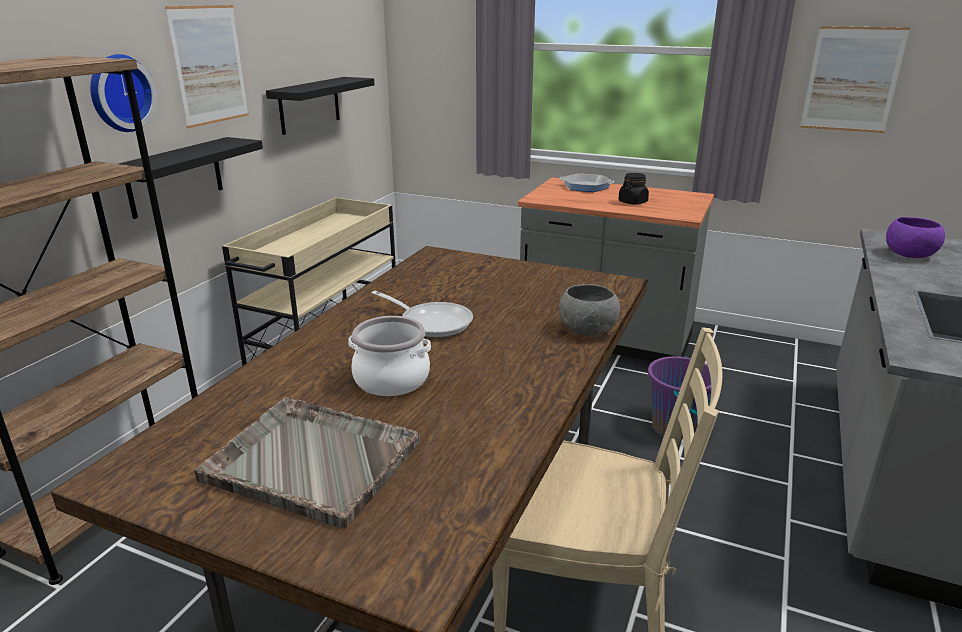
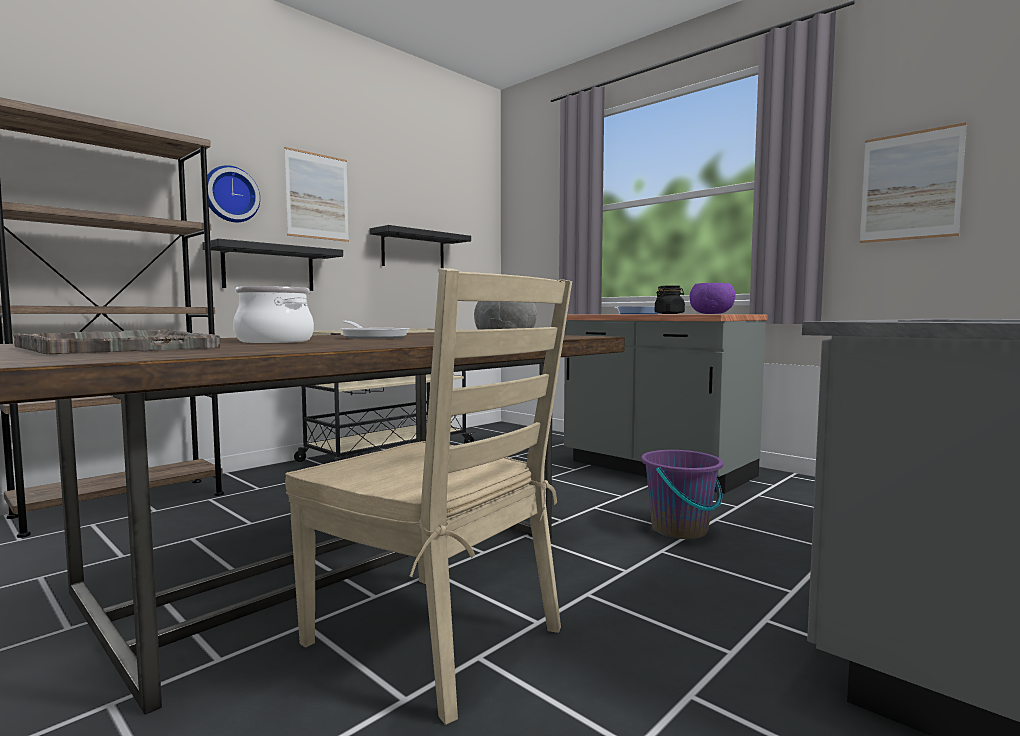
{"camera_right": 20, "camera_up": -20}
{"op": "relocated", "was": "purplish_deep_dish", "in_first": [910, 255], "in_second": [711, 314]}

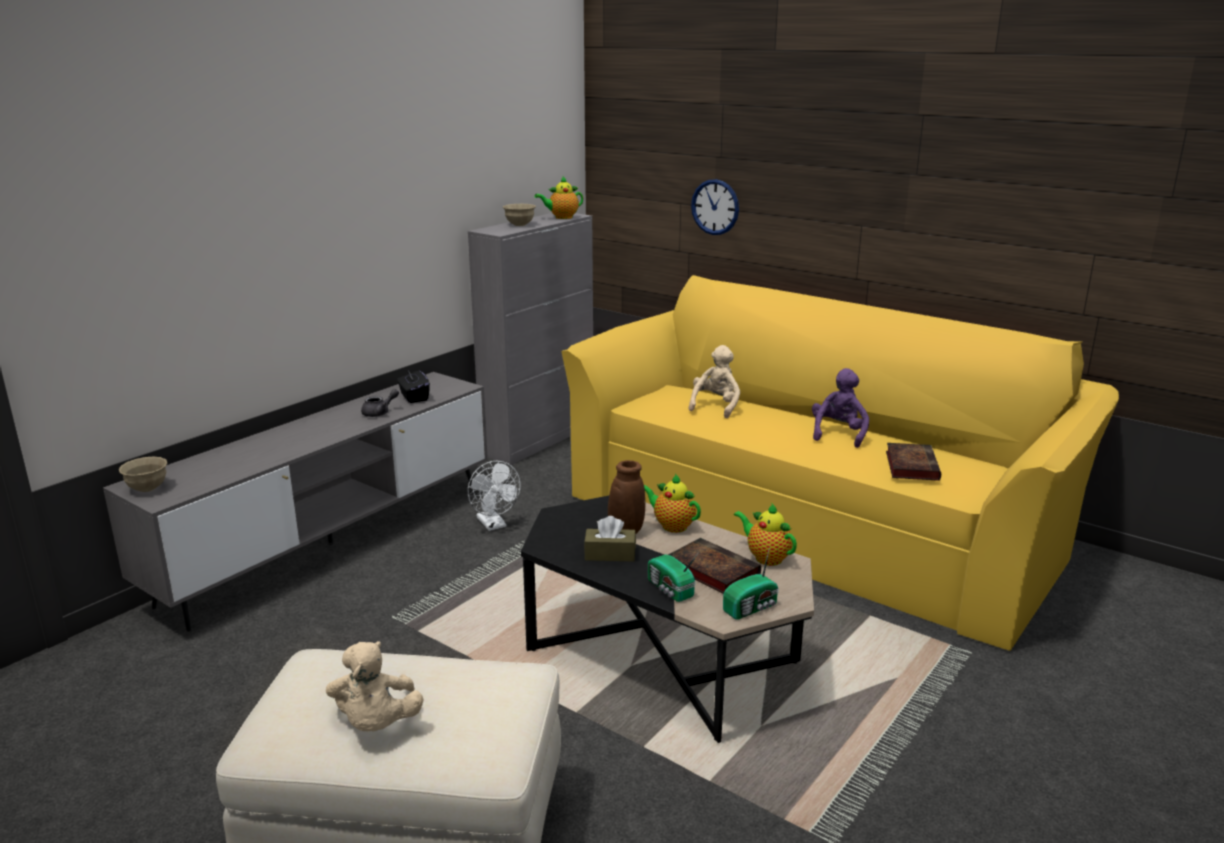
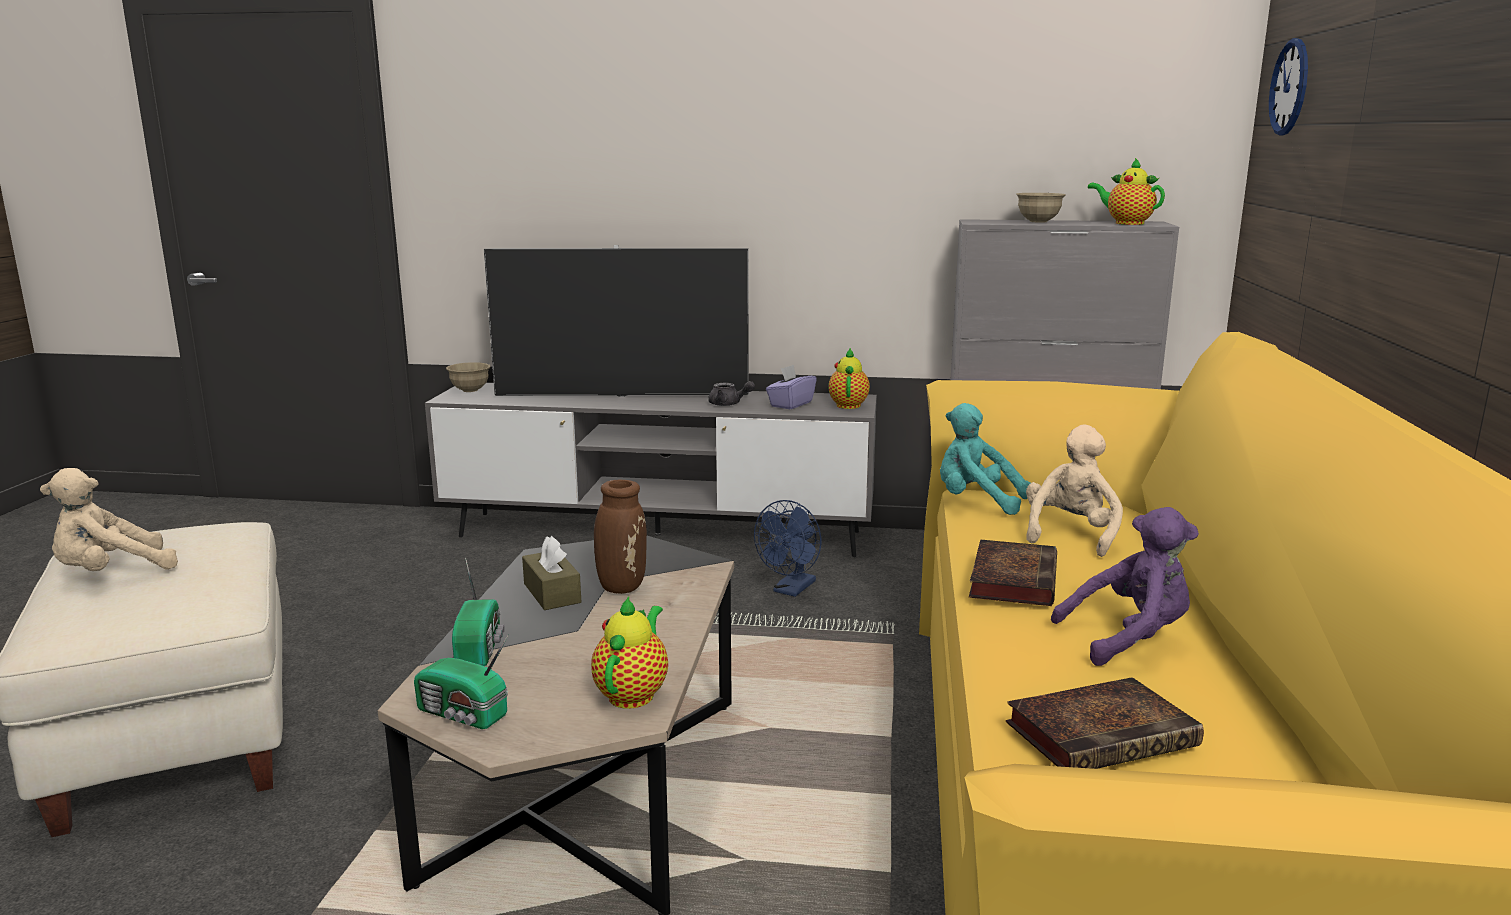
{"camera_right": 60, "camera_up": -5}
{"op": "appeared", "now": "TV", "in_second": [622, 396]}
{"op": "appeared", "now": "blue-green_cuddly_toy", "in_second": [976, 502]}
{"op": "relocated", "was": "tea_pot", "in_first": [671, 525], "in_second": [848, 405]}
{"op": "relocated", "was": "book", "in_first": [710, 570], "in_second": [1012, 579]}
{"op": "relocated", "was": "wall_clock", "in_first": [715, 207], "in_second": [1289, 87]}
{"op": "colour", "was": "blackish_box_of_tissues", "now": "purplish_box_of_tissues", "in_first": [414, 397], "in_second": [790, 404]}
{"op": "colour", "was": "white-coloured_electric_fan", "now": "bluish_electric_fan", "in_first": [494, 525], "in_second": [791, 590]}
{"op": "spun", "was": "radio_receiver", "in_first": [670, 590], "in_second": [481, 648], "clockwise": 150}
{"op": "spun", "was": "sand-coloured_cuddly_toy", "in_first": [715, 406], "in_second": [1070, 534], "clockwise": -60}

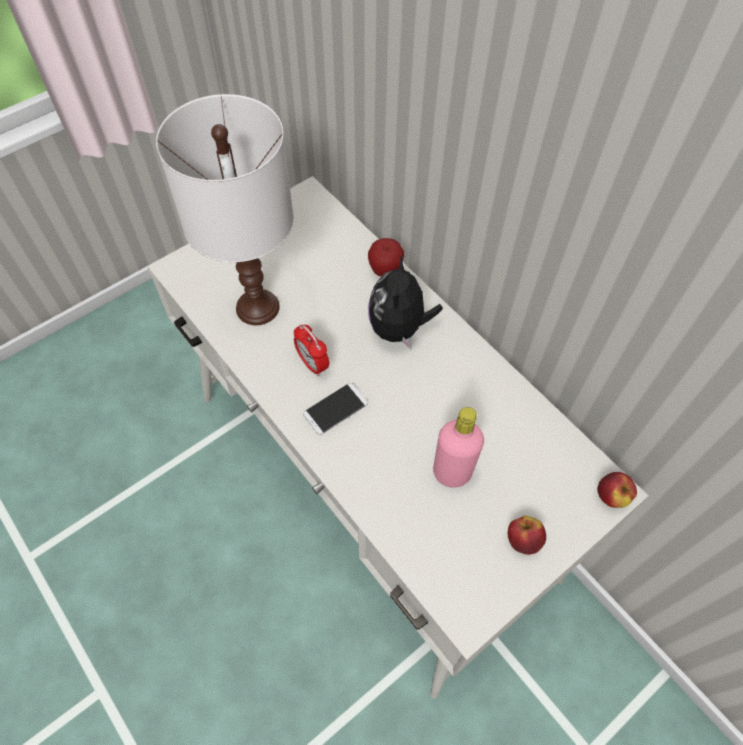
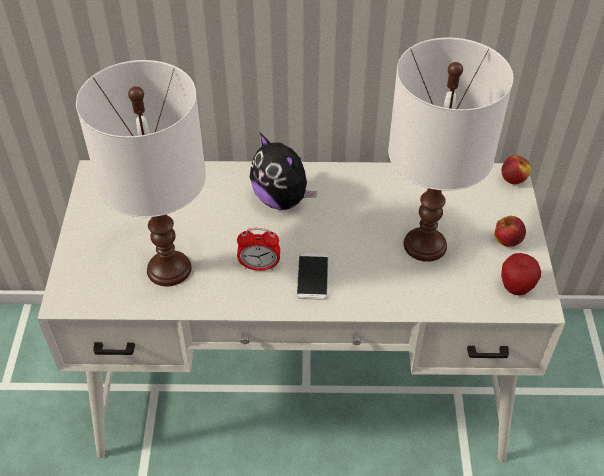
{"camera_right": -50, "camera_up": -10}
{"op": "relocated", "was": "whole_apple", "in_first": [385, 271], "in_second": [516, 288]}
{"op": "exchanged", "was": "pink_drink_bottle", "now": "white-coloured_lamp_for_a_table", "in_first": [452, 472], "in_second": [426, 244]}

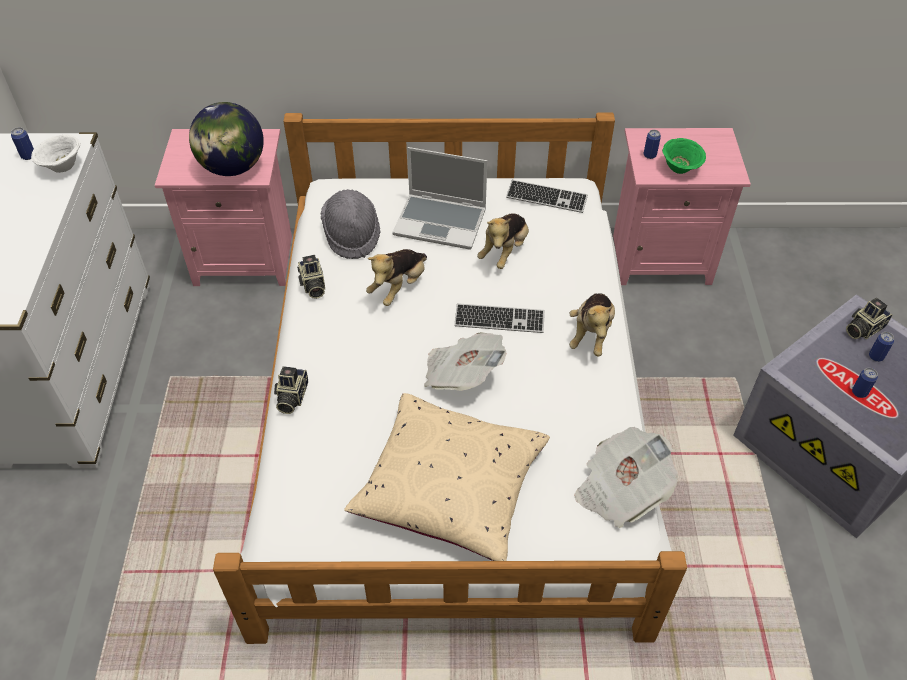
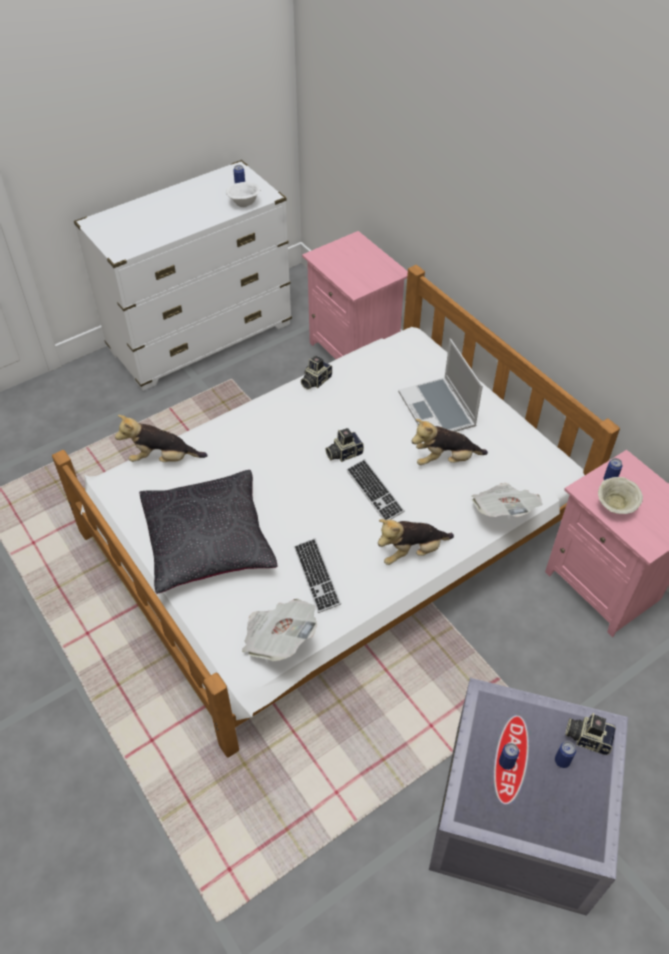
{"camera_right": 55, "camera_up": 0}
{"op": "missing", "was": "globe", "in_first": [233, 168]}
{"op": "missing", "was": "greyish_clothing_hat", "in_first": [352, 235]}
{"op": "relocated", "was": "still_camera", "in_first": [291, 397], "in_second": [343, 453]}
{"op": "relocated", "was": "cuddly_toy", "in_first": [399, 287], "in_second": [163, 459]}
{"op": "relocated", "was": "printed_paper", "in_first": [462, 374], "in_second": [503, 511]}
{"op": "relocated", "was": "computer_keyboard", "in_first": [546, 198], "in_second": [316, 576]}
{"op": "colour", "was": "sand-coloured_cushion", "now": "blackish_cushion", "in_first": [450, 487], "in_second": [208, 541]}
{"op": "colour", "was": "green-coloured_deep_dish", "now": "sand-coloured_deep_dish", "in_first": [680, 168], "in_second": [615, 507]}

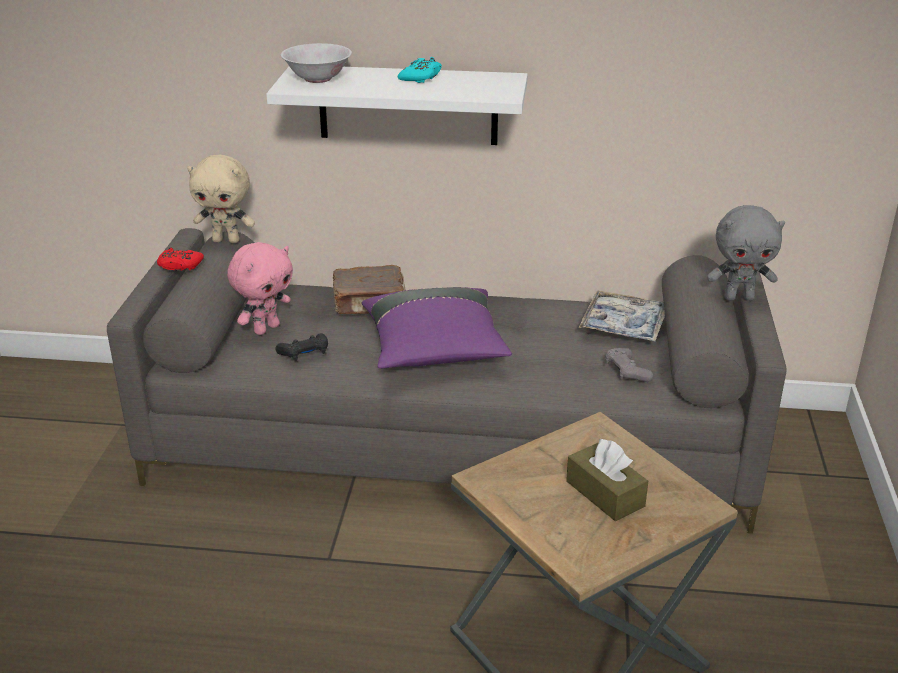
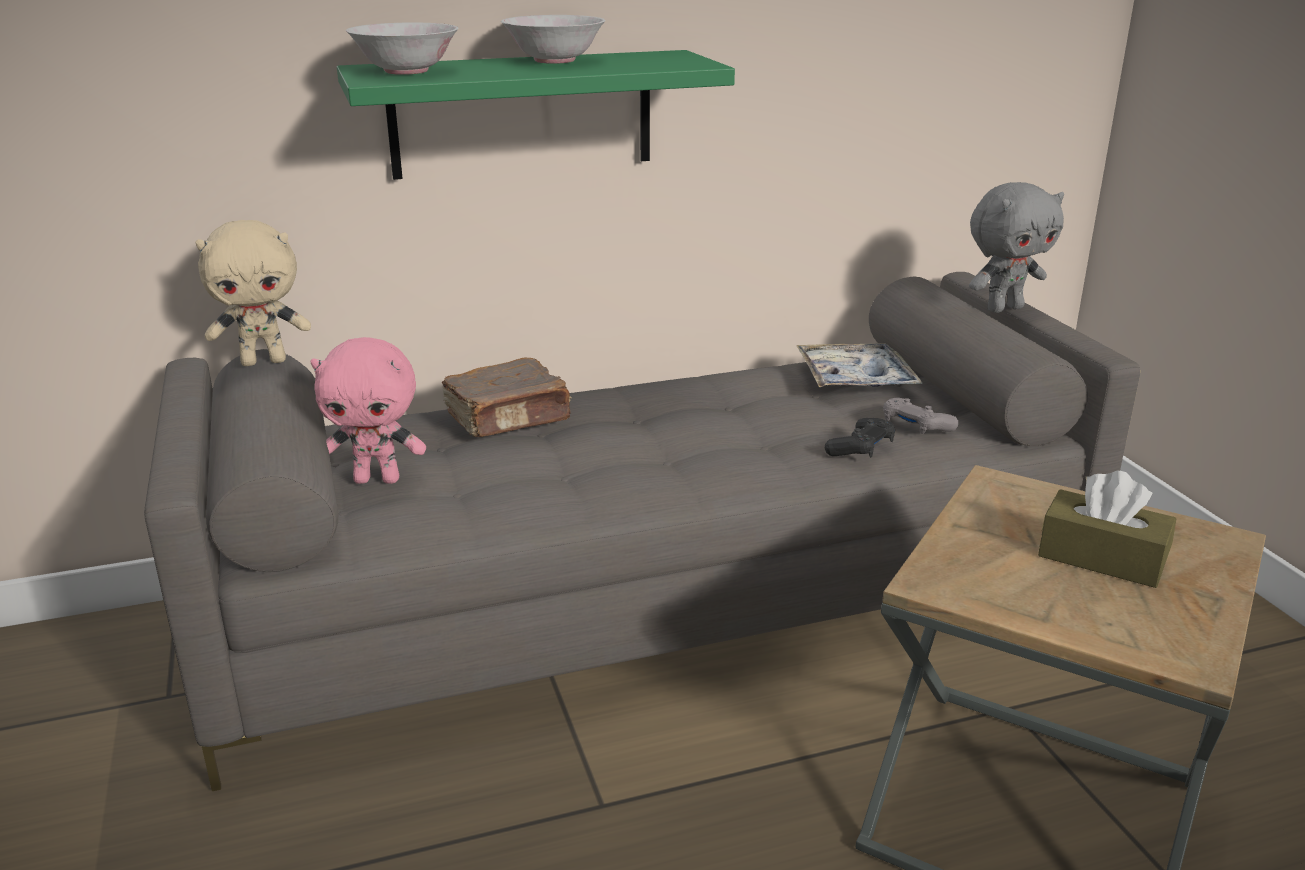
{"camera_right": -25, "camera_up": -5}
{"op": "missing", "was": "red-coloured_game_controller", "in_first": [179, 265]}
{"op": "missing", "was": "purplish_cushion", "in_first": [434, 351]}
{"op": "relocated", "was": "blackish_game_controller", "in_first": [305, 353], "in_second": [861, 448]}
{"op": "exchanged", "was": "blue-green_game_controller", "now": "white-coloured_deep_dish", "in_first": [420, 77], "in_second": [555, 60]}
{"op": "colour", "was": "white-coloured_bracket_shelf", "now": "green-coloured_bracket_shelf", "in_first": [408, 105], "in_second": [522, 114]}
{"op": "spun", "was": "pink_cuddly_toy", "in_first": [266, 328], "in_second": [378, 479], "clockwise": 75}

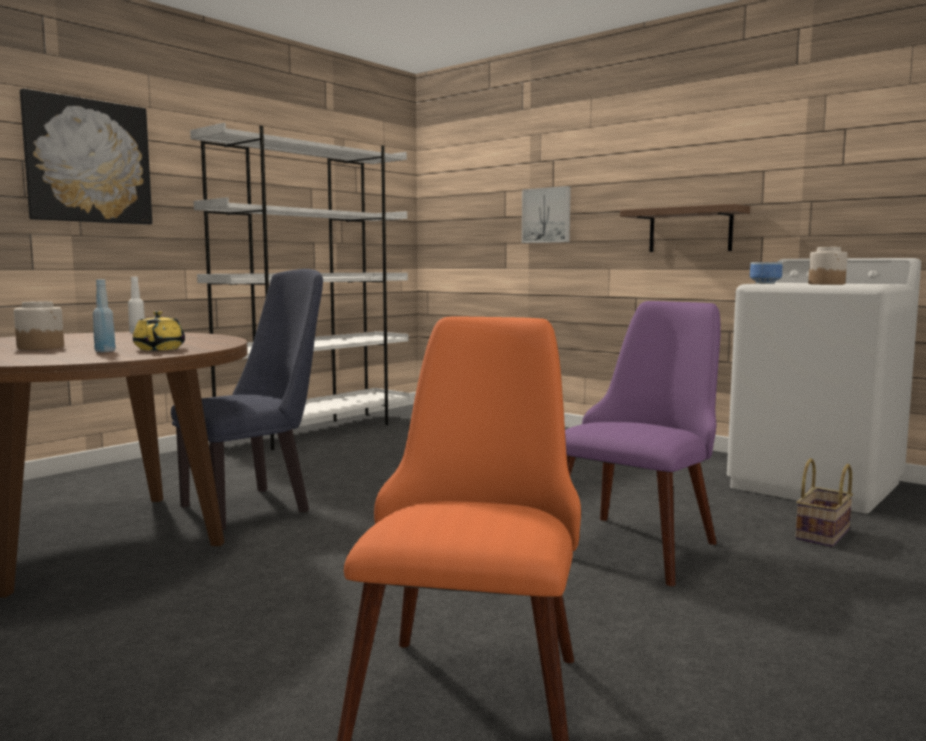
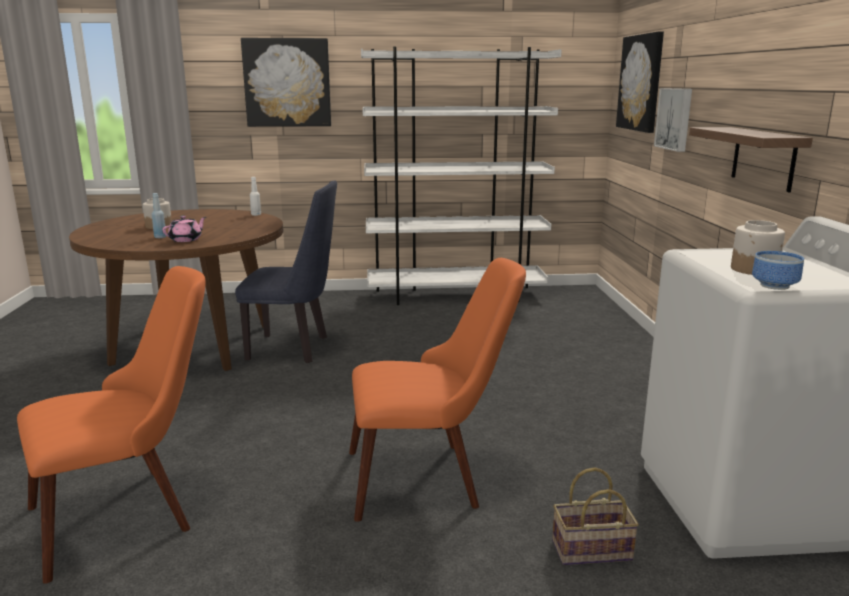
{"camera_right": 45, "camera_up": 10}
{"op": "appeared", "now": "wall_art", "in_second": [641, 83]}
{"op": "relocated", "was": "deep_dish", "in_first": [764, 283], "in_second": [775, 285]}
{"op": "colour", "was": "yellowish_tea_pot", "now": "pink_tea_pot", "in_first": [160, 349], "in_second": [186, 240]}
{"op": "colour", "was": "purplish_chair", "now": "orange_chair", "in_first": [640, 541], "in_second": [430, 476]}

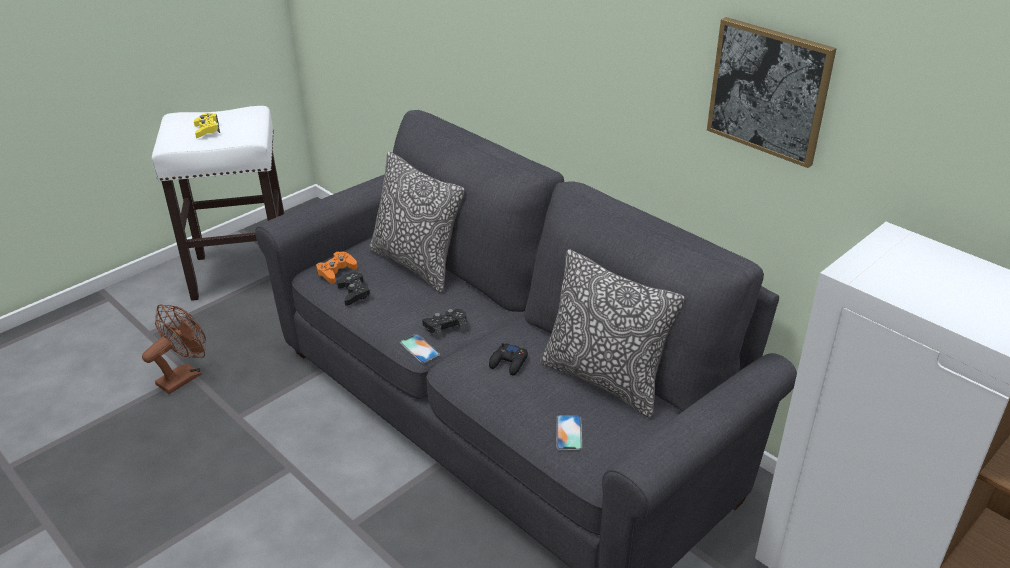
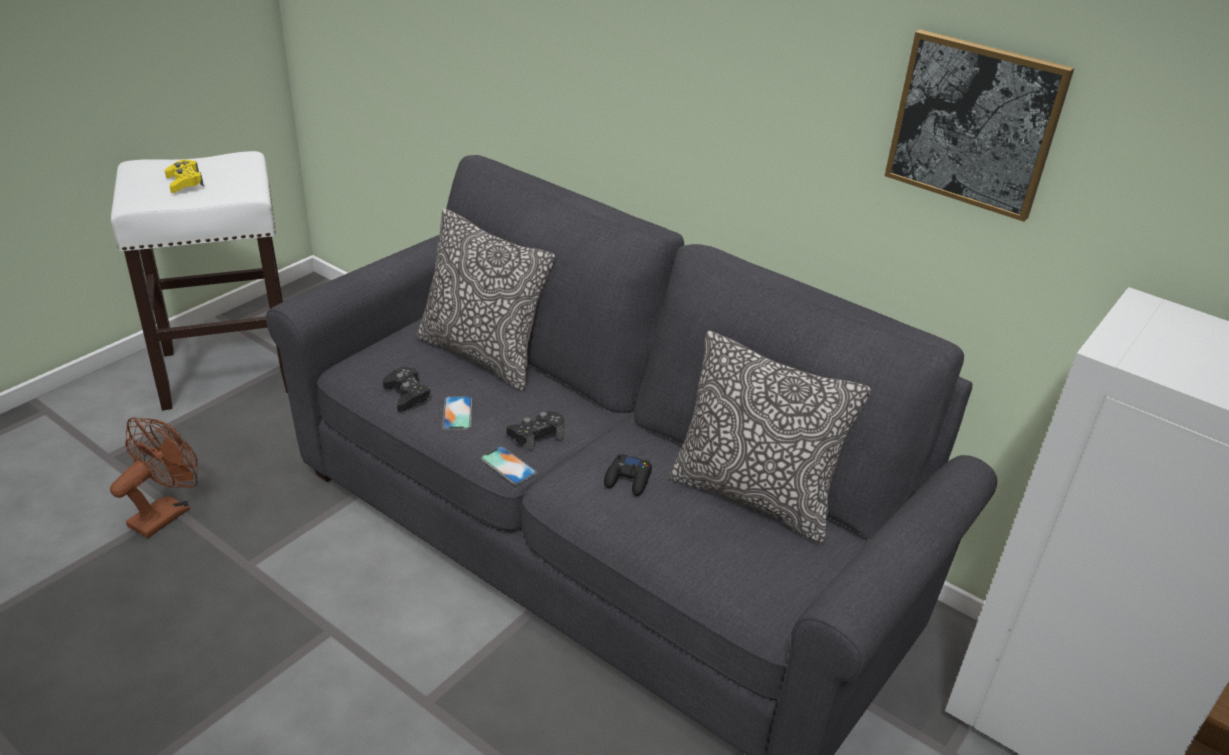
{"camera_right": -10, "camera_up": 0}
{"op": "missing", "was": "orange_game_controller", "in_first": [336, 271]}
{"op": "relocated", "was": "telephone", "in_first": [569, 432], "in_second": [457, 413]}

